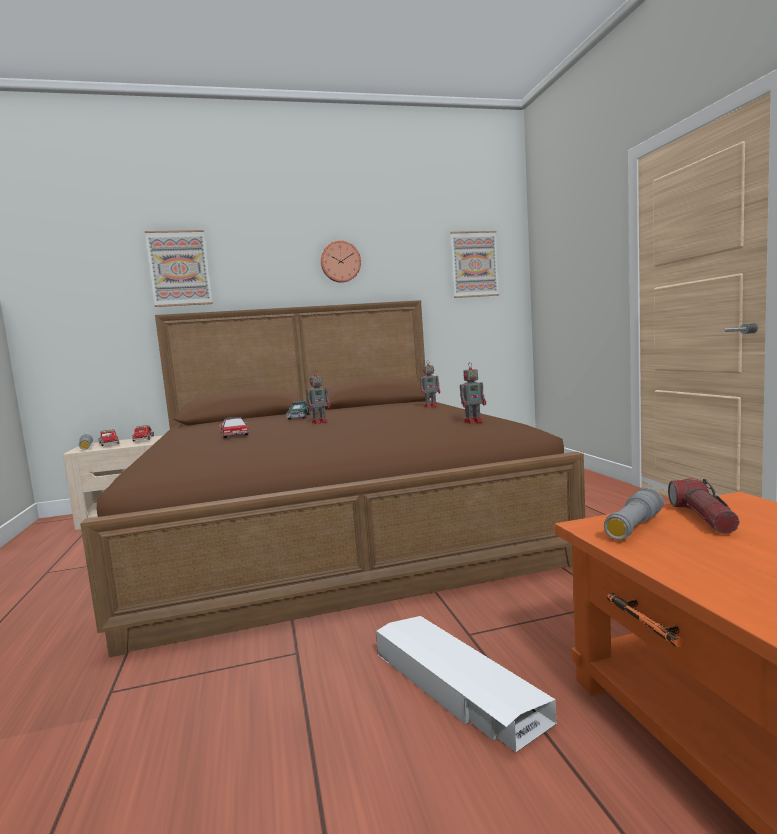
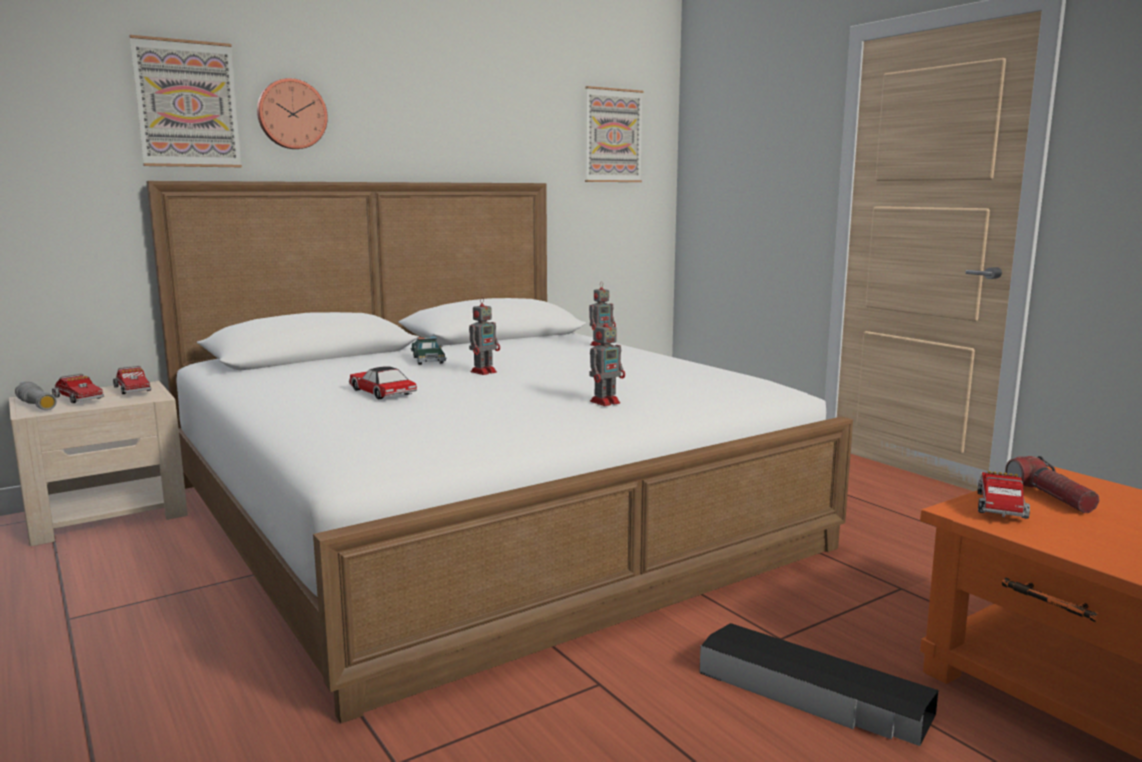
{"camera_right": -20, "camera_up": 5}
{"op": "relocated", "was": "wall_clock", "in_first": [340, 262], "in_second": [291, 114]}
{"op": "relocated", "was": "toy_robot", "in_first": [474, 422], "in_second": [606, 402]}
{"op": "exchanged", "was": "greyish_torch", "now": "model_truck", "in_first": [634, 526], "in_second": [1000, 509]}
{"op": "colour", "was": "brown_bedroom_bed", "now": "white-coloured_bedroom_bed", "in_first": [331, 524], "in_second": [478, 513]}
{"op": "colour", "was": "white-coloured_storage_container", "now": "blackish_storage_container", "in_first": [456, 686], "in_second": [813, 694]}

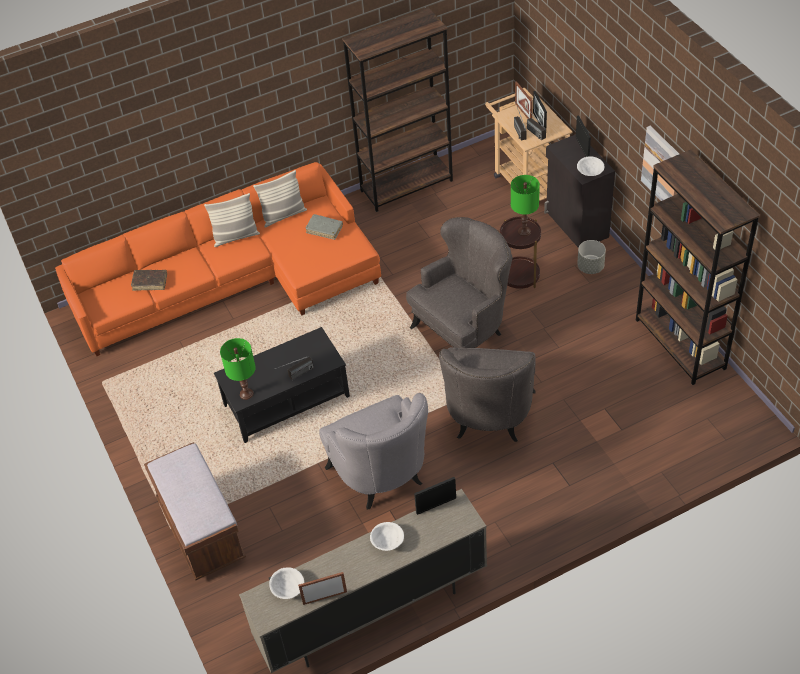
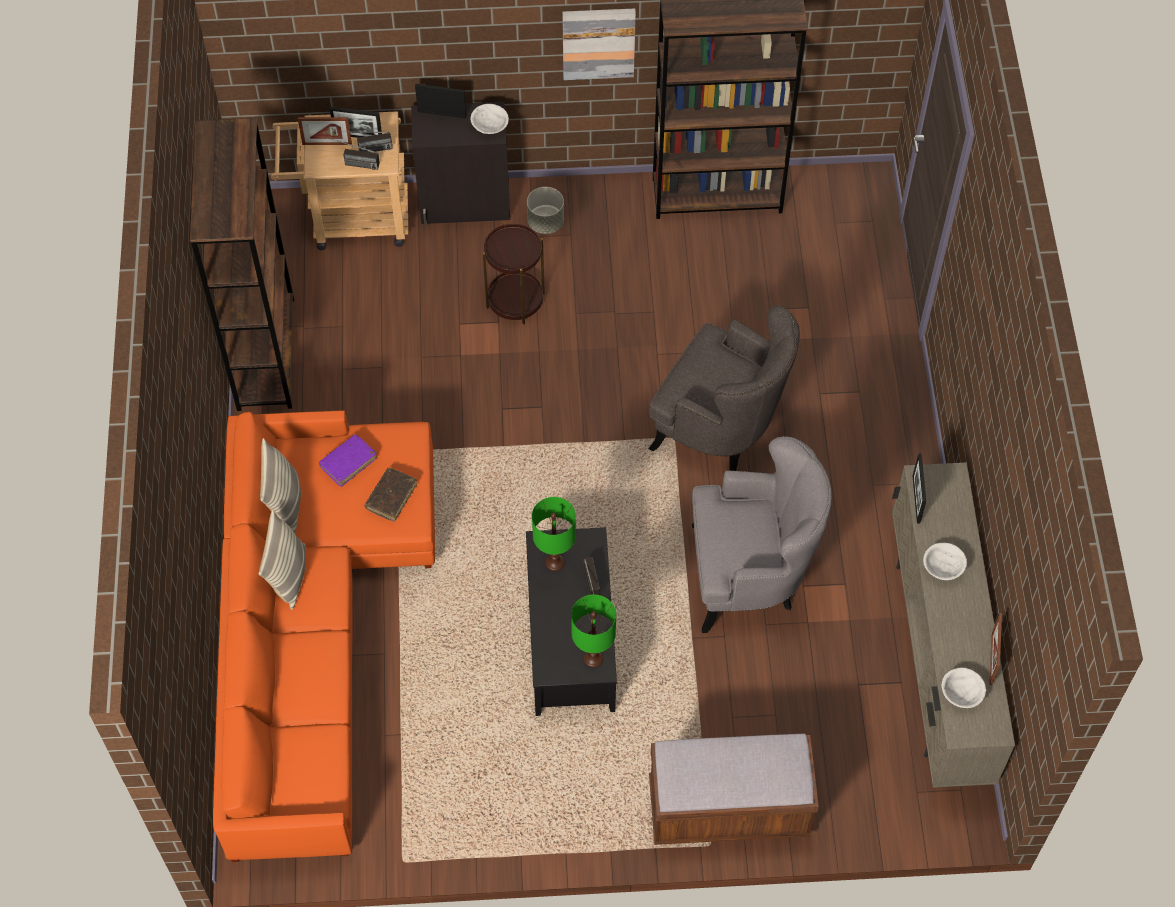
{"camera_right": -70, "camera_up": 10}
{"op": "missing", "was": "greyish_lounge_chair", "in_first": [463, 332]}
{"op": "relocated", "was": "brown_book", "in_first": [150, 282], "in_second": [391, 497]}
{"op": "relocated", "was": "green-coloured_lamp_for_a_table", "in_first": [524, 231], "in_second": [554, 562]}
{"op": "colour", "was": "greyish_book", "now": "purplish_book", "in_first": [324, 229], "in_second": [348, 463]}

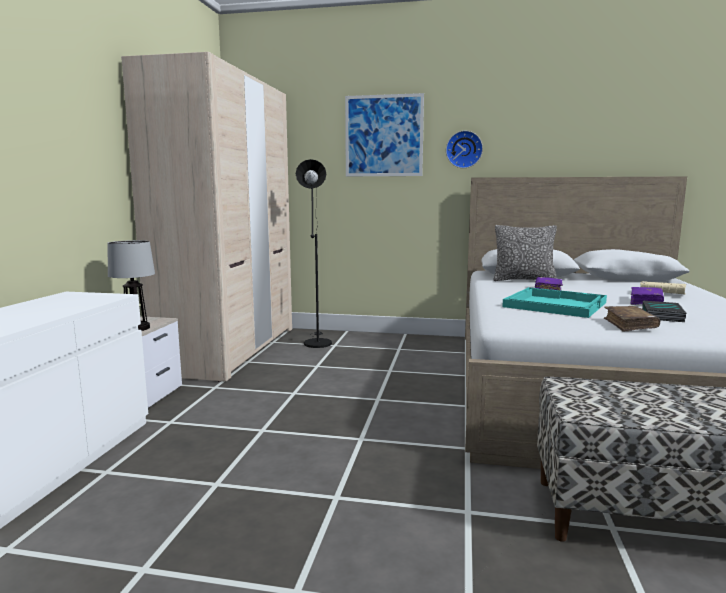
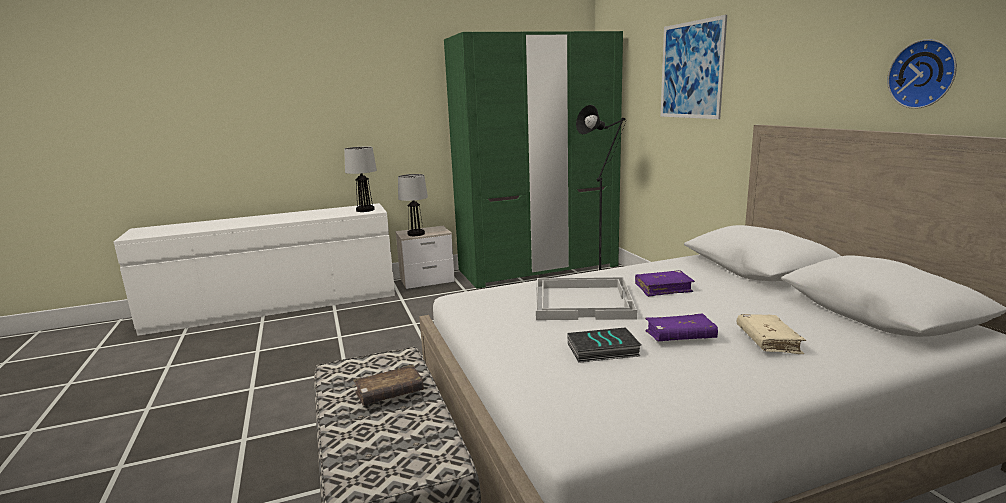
{"camera_right": 60, "camera_up": 5}
{"op": "missing", "was": "cushion", "in_first": [523, 280]}
{"op": "appeared", "now": "lamp_for_a_table", "in_second": [365, 210]}
{"op": "relocated", "was": "wall_clock", "in_first": [464, 149], "in_second": [924, 74]}
{"op": "relocated", "was": "brown_book", "in_first": [629, 325], "in_second": [389, 394]}
{"op": "colour", "was": "sand-coloured_clothes_cupboard", "now": "green-coloured_clothes_cupboard", "in_first": [230, 349], "in_second": [538, 268]}
{"op": "colour", "was": "blue-green_tray", "now": "white-coloured_tray", "in_first": [554, 304], "in_second": [583, 301]}

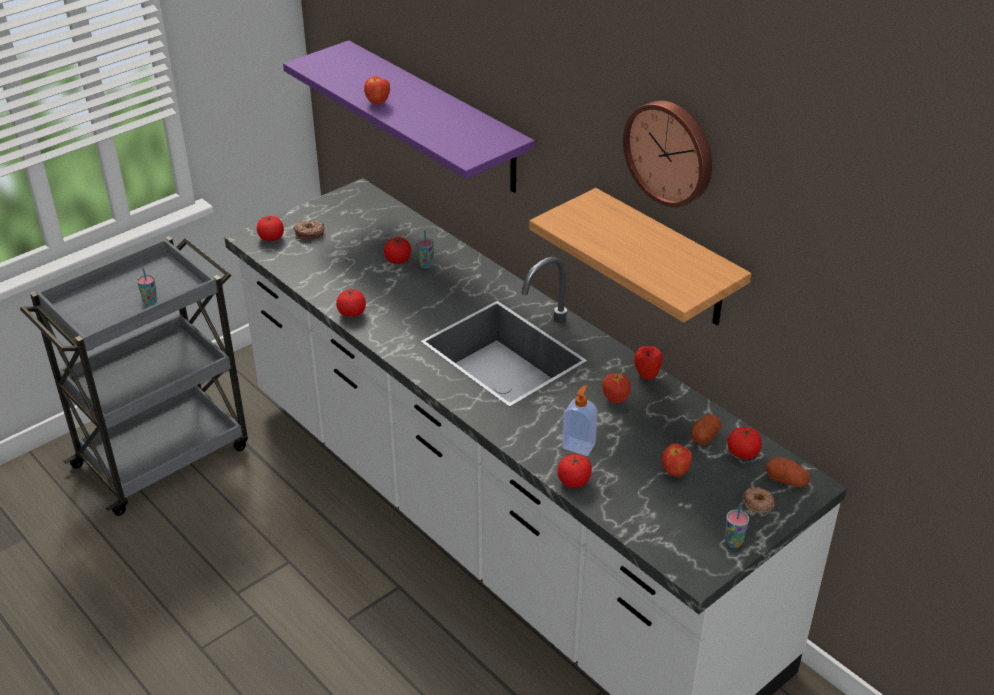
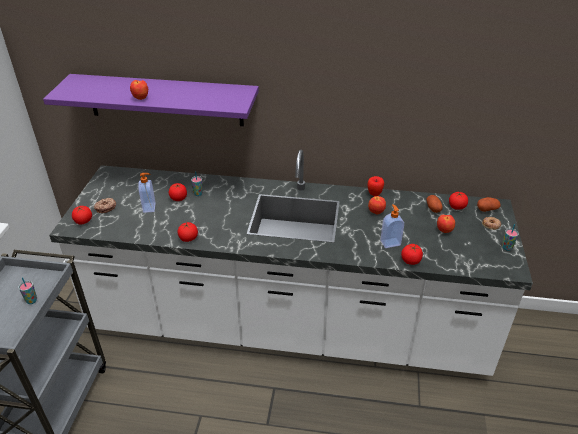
{"camera_right": -40, "camera_up": 0}
{"op": "missing", "was": "bracket_shelf", "in_first": [666, 260]}
{"op": "missing", "was": "wall_clock", "in_first": [671, 152]}
{"op": "appeared", "now": "soap_bottle", "in_second": [150, 207]}

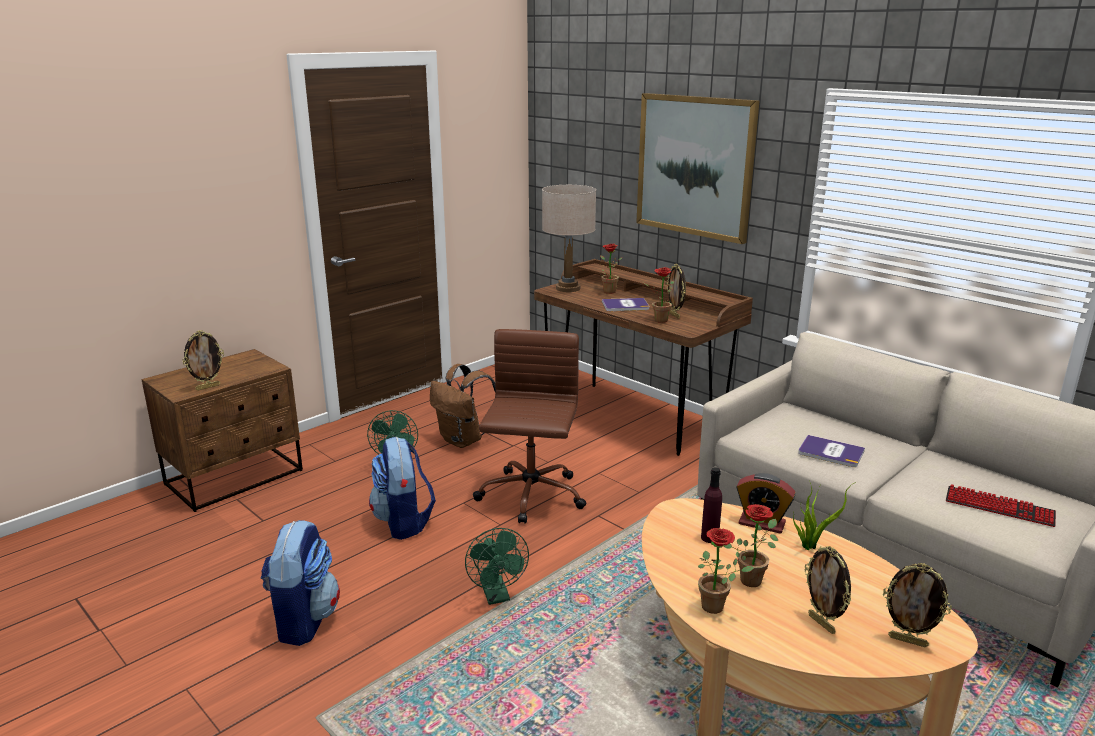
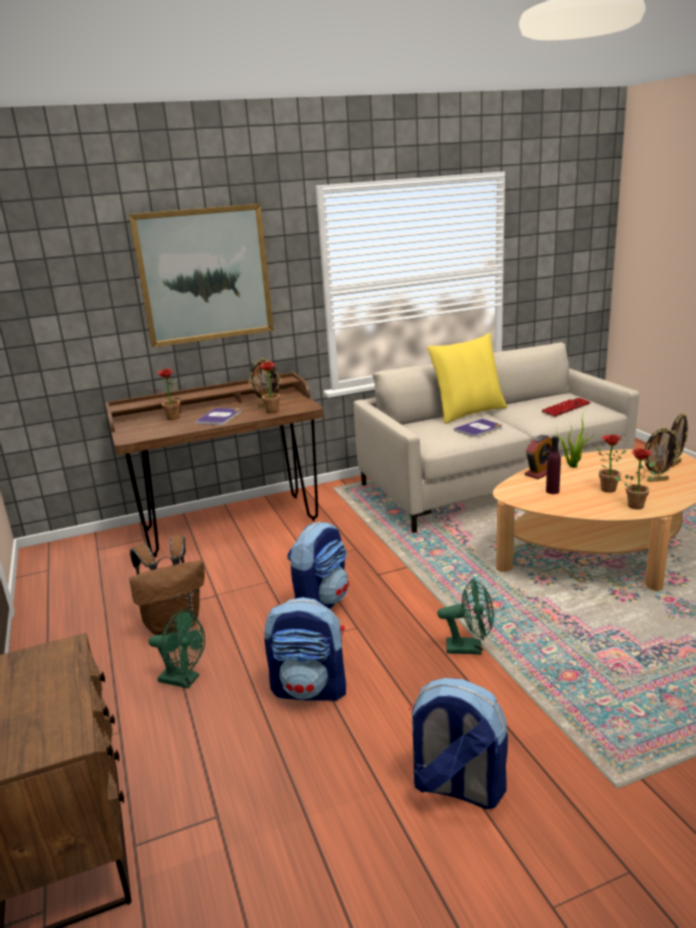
{"camera_right": -65, "camera_up": 0}
{"op": "missing", "was": "photo_frame", "in_first": [208, 387]}
{"op": "missing", "was": "sand-coloured_lamp_for_a_table", "in_first": [568, 288]}
{"op": "appeared", "now": "yellowish_cushion", "in_second": [468, 412]}
{"op": "exchanged", "was": "brown_computer_chair", "now": "backpack", "in_first": [530, 496], "in_second": [321, 602]}

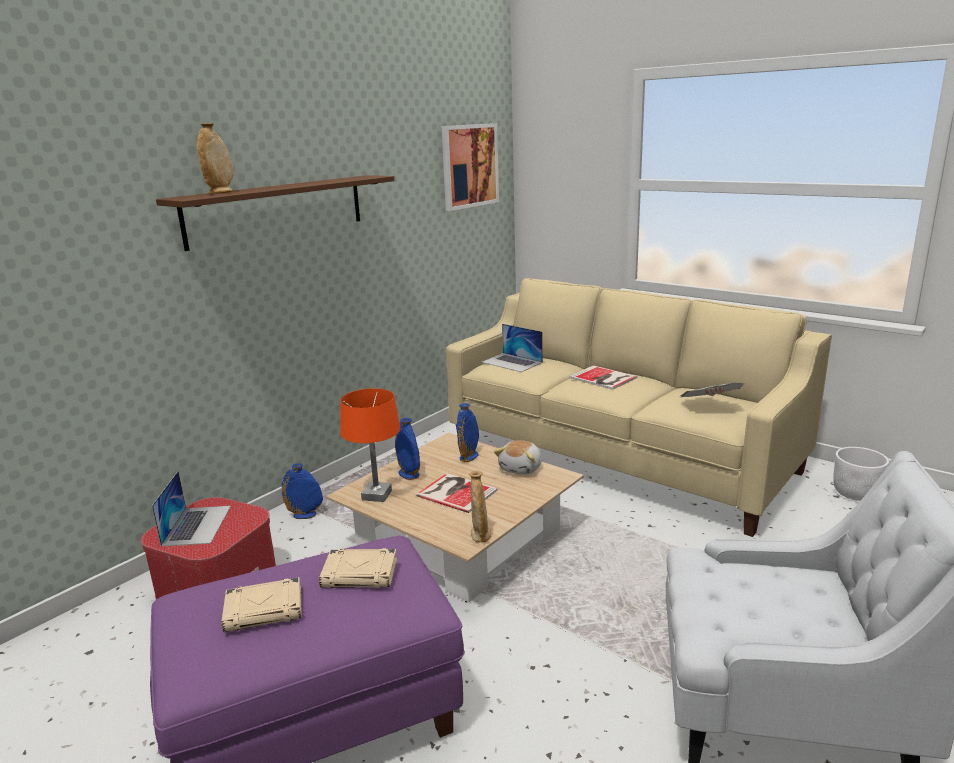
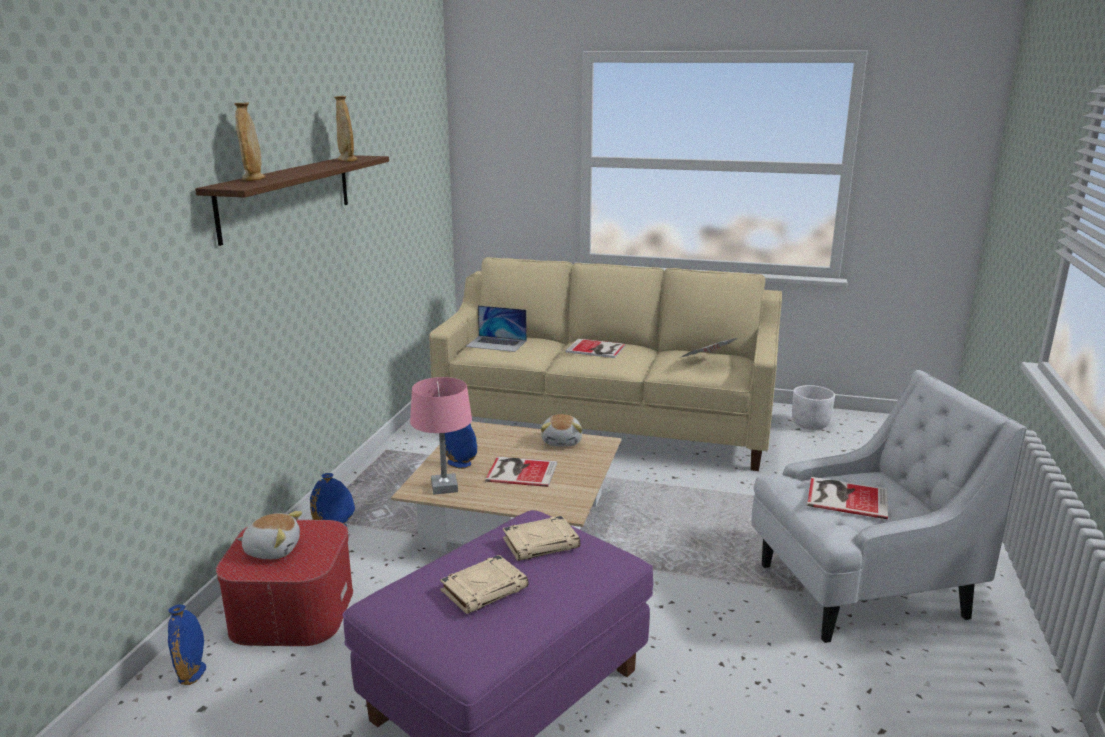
{"camera_right": -25, "camera_up": 0}
{"op": "missing", "was": "wall_art", "in_first": [469, 166]}
{"op": "appeared", "now": "book", "in_second": [845, 497]}
{"op": "relocated", "was": "bluish_decorative_vase", "in_first": [469, 457], "in_second": [192, 674]}
{"op": "relocated", "was": "sand-coloured_decorative_vase", "in_first": [480, 534], "in_second": [347, 160]}
{"op": "exchanged", "was": "portable_computer", "now": "cuddly_toy", "in_first": [197, 525], "in_second": [272, 550]}
{"op": "colour", "was": "orange_lamp_for_a_table", "now": "pink_lamp_for_a_table", "in_first": [377, 495], "in_second": [444, 487]}

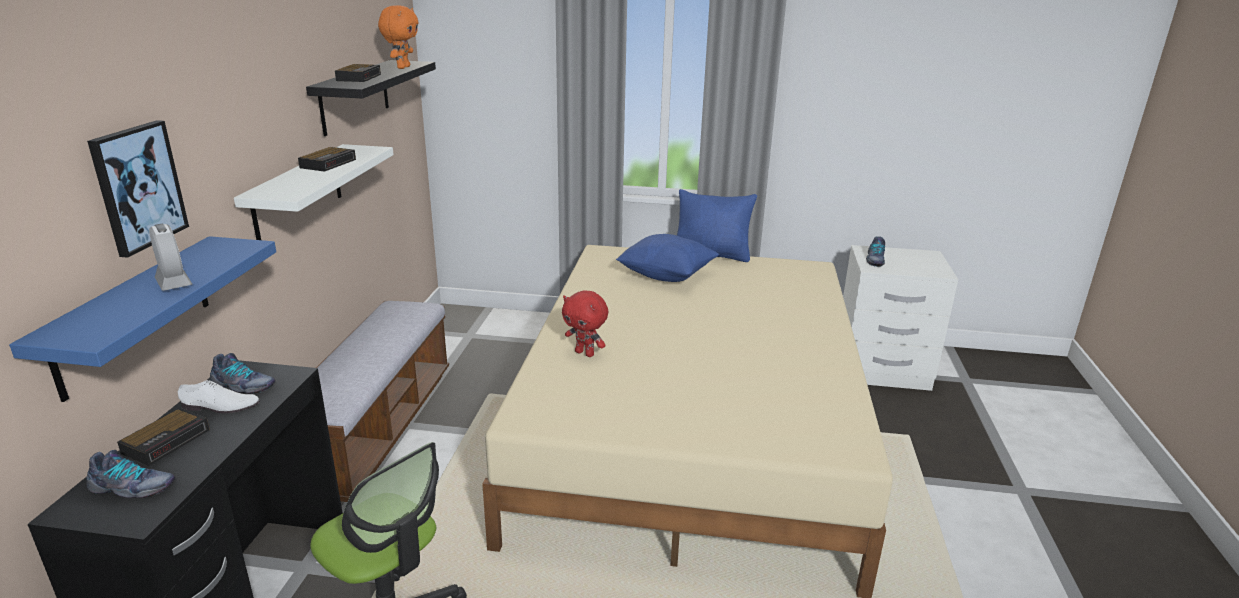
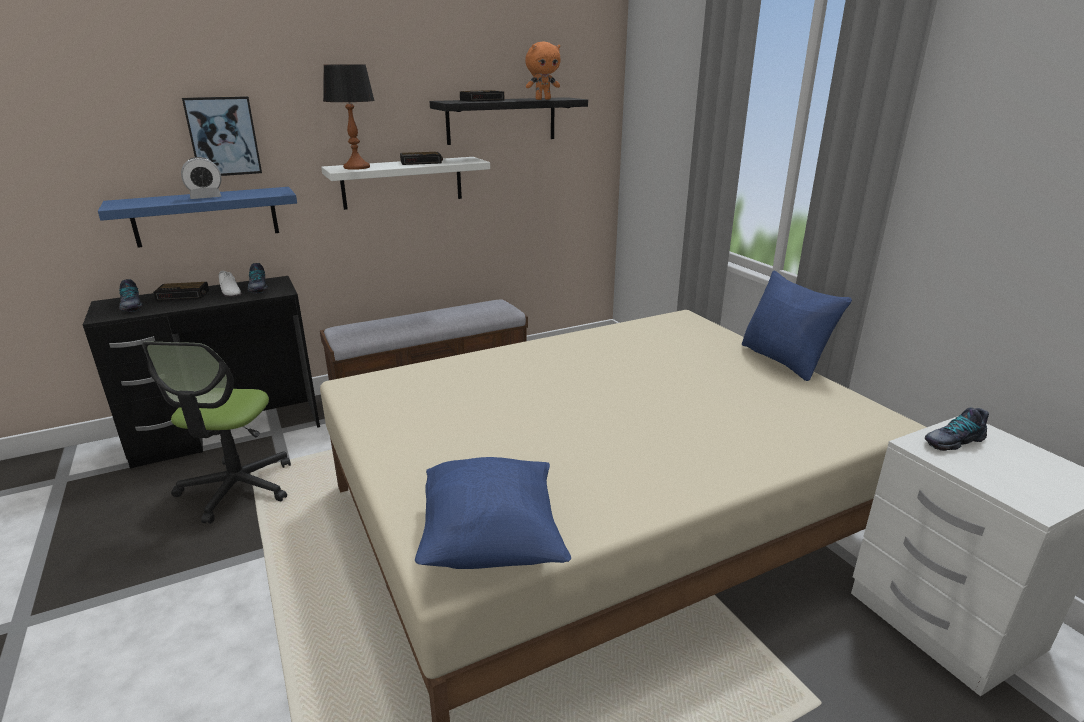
{"camera_right": 55, "camera_up": 0}
{"op": "missing", "was": "red-coloured_cuddly_toy", "in_first": [585, 353]}
{"op": "appeared", "now": "lamp_for_a_table", "in_second": [357, 167]}
{"op": "relocated", "was": "bluish_cushion", "in_first": [666, 276], "in_second": [491, 541]}
{"op": "spun", "was": "alarm_clock", "in_first": [173, 282], "in_second": [206, 197], "clockwise": 45}

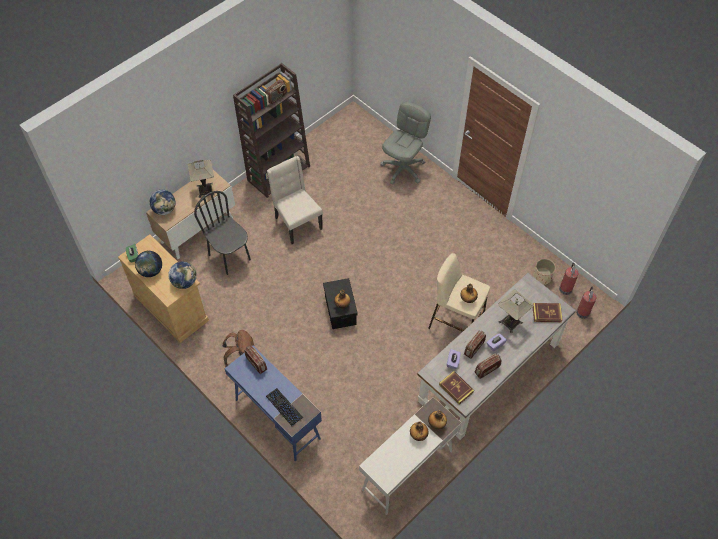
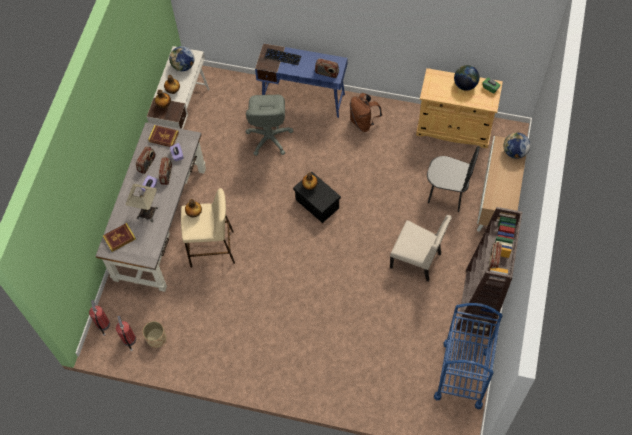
{"camera_right": 150, "camera_up": 5}
{"op": "missing", "was": "lamp_for_a_table", "in_first": [205, 190]}
{"op": "appeared", "now": "bluish_cart", "in_second": [462, 374]}
{"op": "relocated", "was": "globe", "in_first": [184, 282], "in_second": [183, 66]}
{"op": "relocated", "was": "greyish_computer_chair", "in_first": [403, 169], "in_second": [269, 138]}

